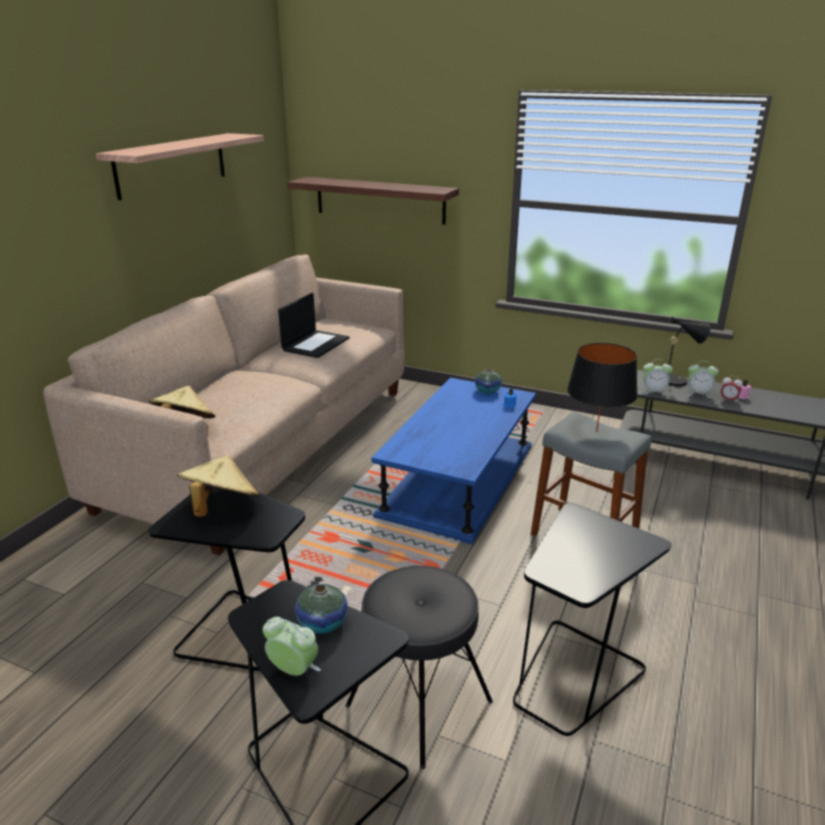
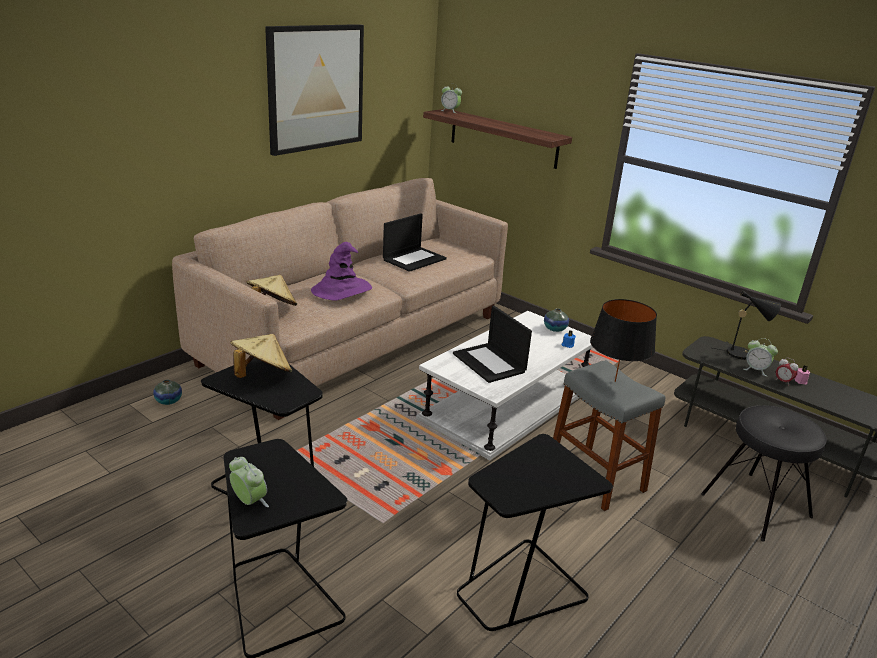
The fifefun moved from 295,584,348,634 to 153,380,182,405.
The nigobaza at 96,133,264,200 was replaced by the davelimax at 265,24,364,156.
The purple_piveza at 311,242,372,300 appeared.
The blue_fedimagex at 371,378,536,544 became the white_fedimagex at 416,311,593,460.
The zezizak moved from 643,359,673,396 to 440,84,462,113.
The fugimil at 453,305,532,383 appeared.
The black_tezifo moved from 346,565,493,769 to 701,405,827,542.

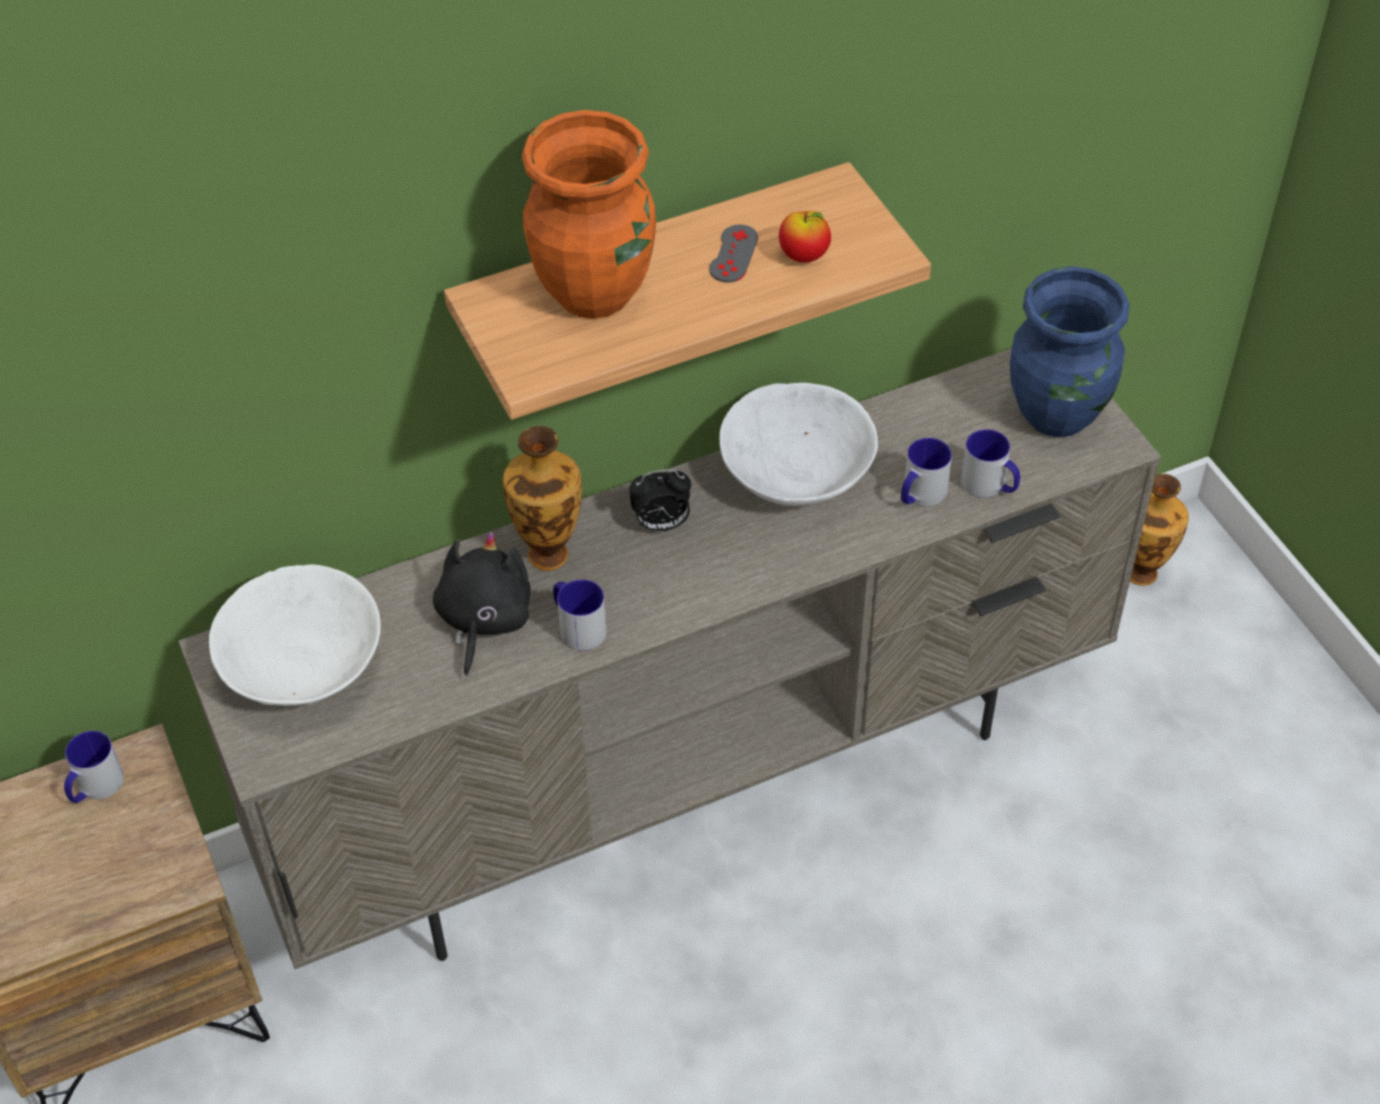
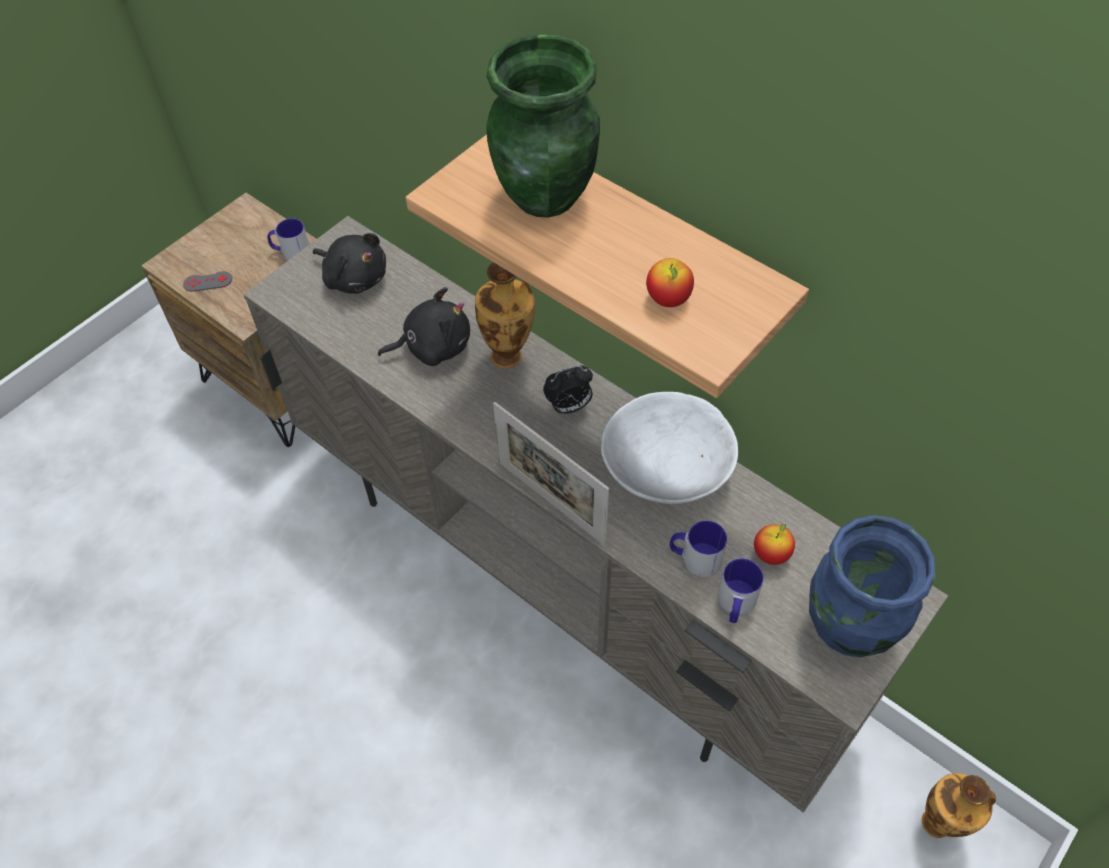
The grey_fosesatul moved from 709,224,758,283 to 183,271,232,292.
The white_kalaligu at 209,565,381,706 was replaced by the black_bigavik at 313,233,386,294.
The orange_fifefun at 522,110,656,319 became the green_fifefun at 486,34,600,218.
The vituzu at 493,402,609,546 appeared.
The zezizak at 629,469,691,531 turned 75 degrees counterclockwise.
The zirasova at 754,523,795,565 appeared.
The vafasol at 553,579,607,651 disappeared.

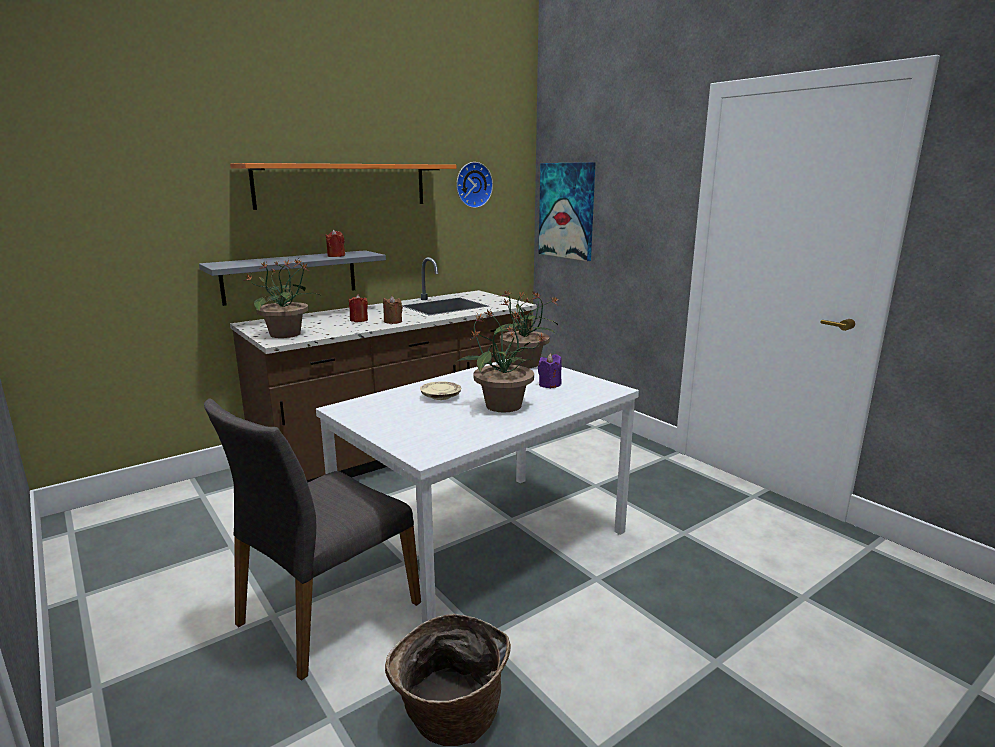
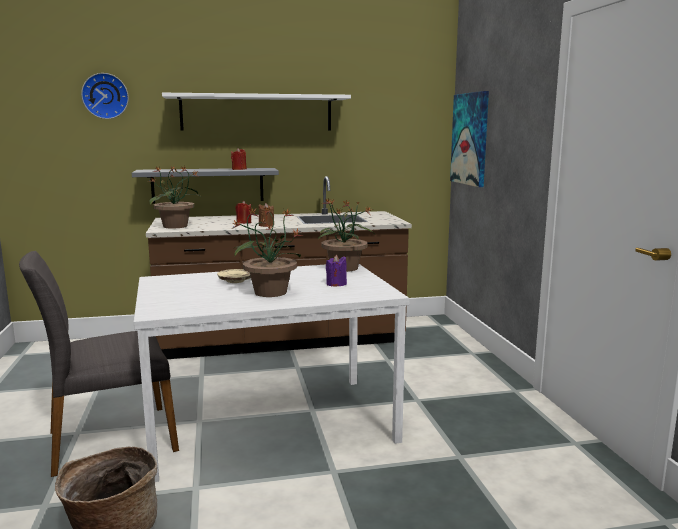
The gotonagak moved from 456,162,493,208 to 81,73,129,119.
The orange_nigobaza at 230,163,456,210 became the white_nigobaza at 162,93,351,130.

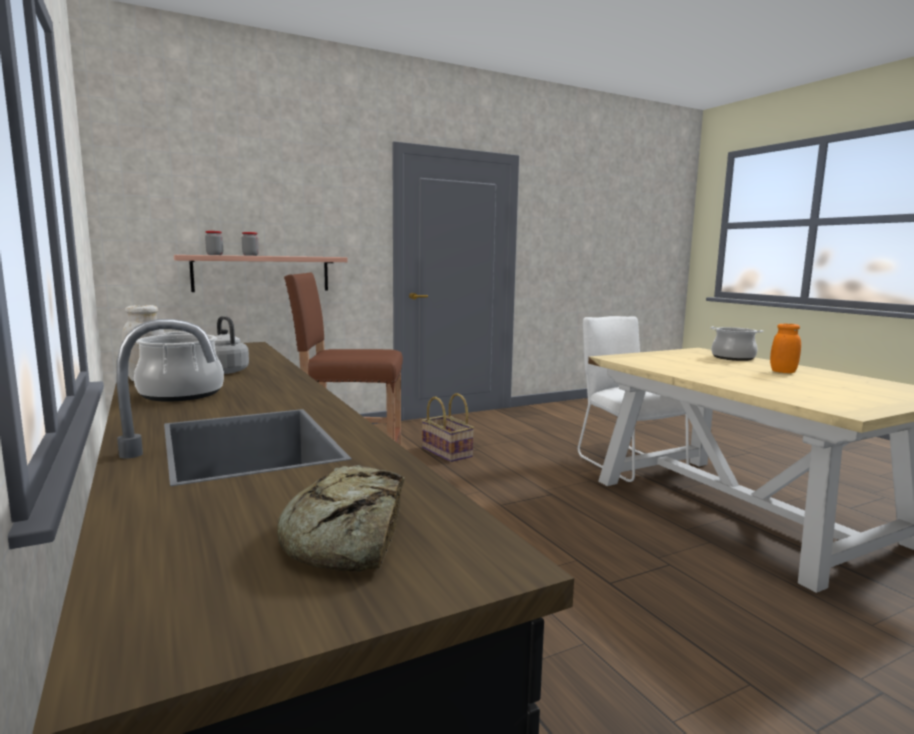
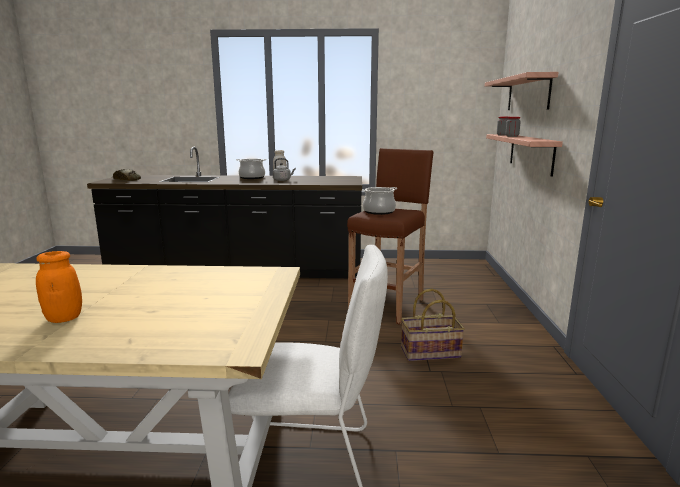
The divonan moved from 710,327,763,361 to 362,187,397,215.
The nigobaza at 485,72,559,110 appeared.

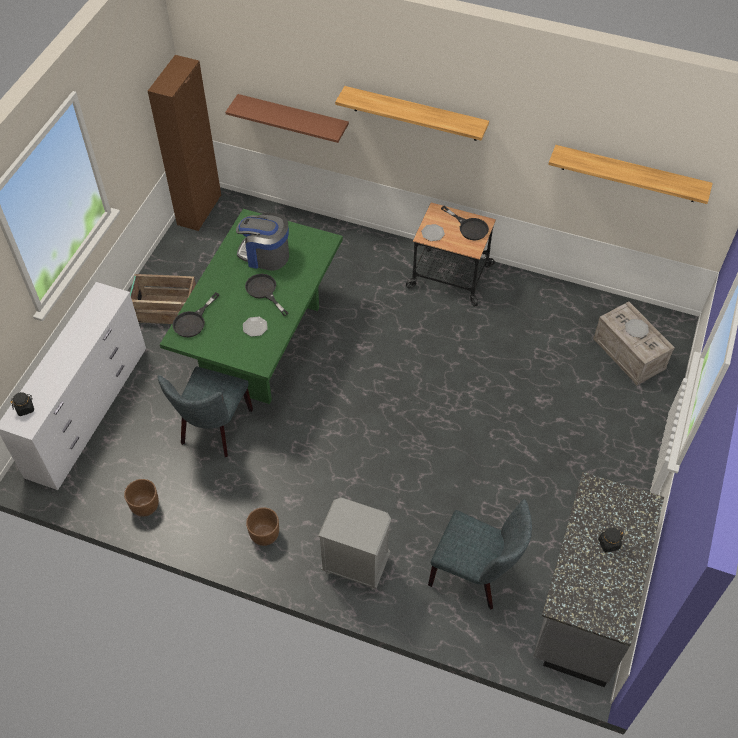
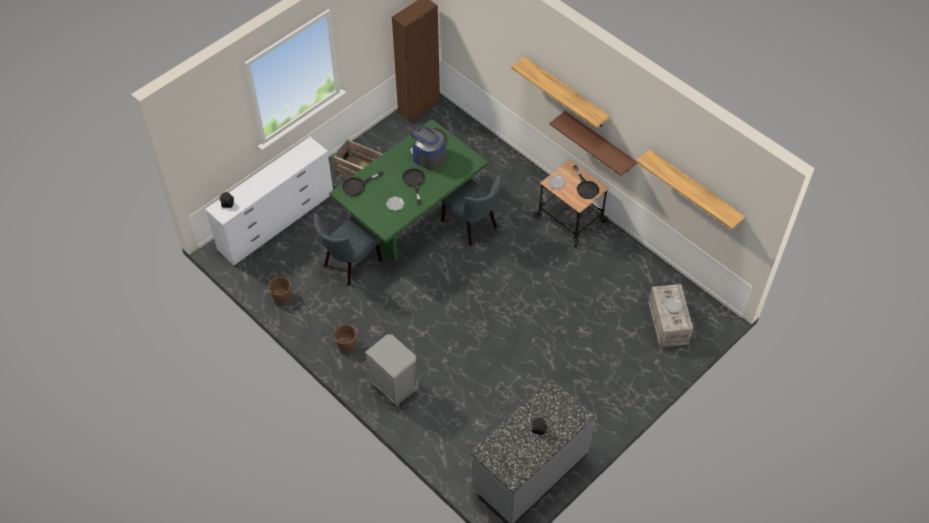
The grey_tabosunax moved from 428,499,532,610 to 441,174,502,246.
The brown_nigobaza moved from 225,94,349,143 to 549,111,637,176.

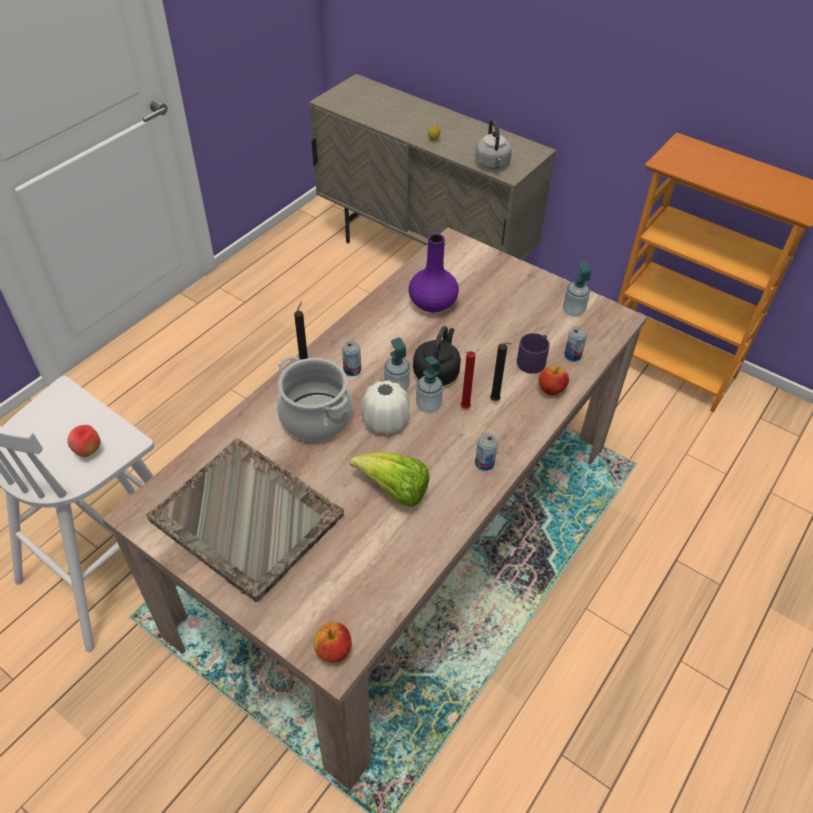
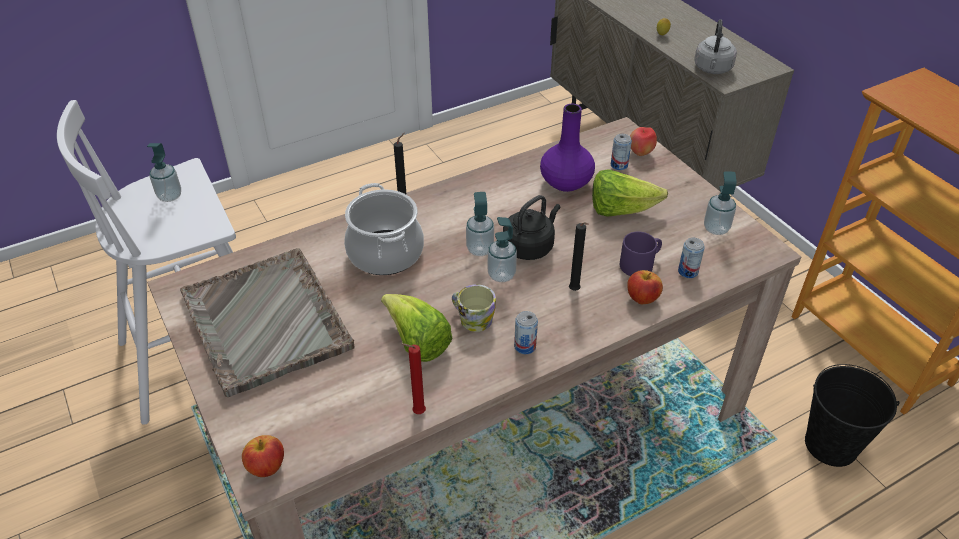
The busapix at 147,143,181,202 appeared.
The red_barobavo moved from 460,351,476,409 to 402,343,426,414.
The vafasol at 452,284,496,332 appeared.
The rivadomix at 592,169,668,217 appeared.
The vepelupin moved from 342,341,361,376 to 611,134,632,170.
The zirasova moved from 67,425,101,457 to 630,127,657,156.
The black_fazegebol at 805,364,900,467 appeared.
The white_fifefun at 361,380,410,434 disappeared.

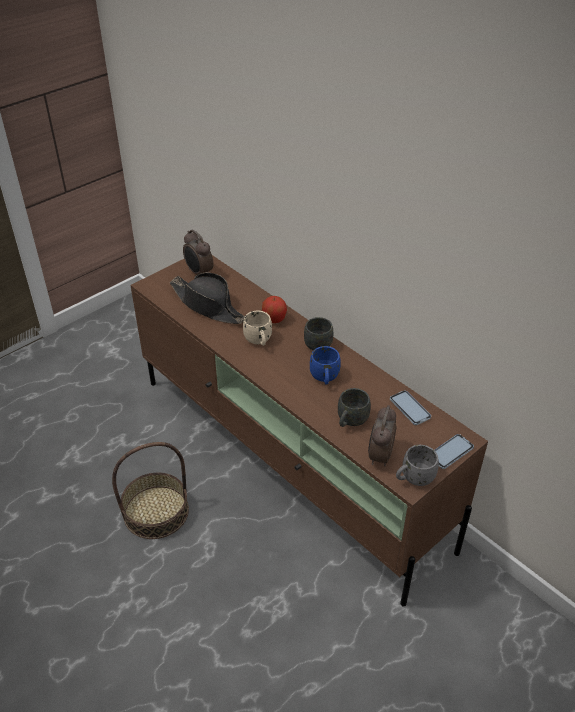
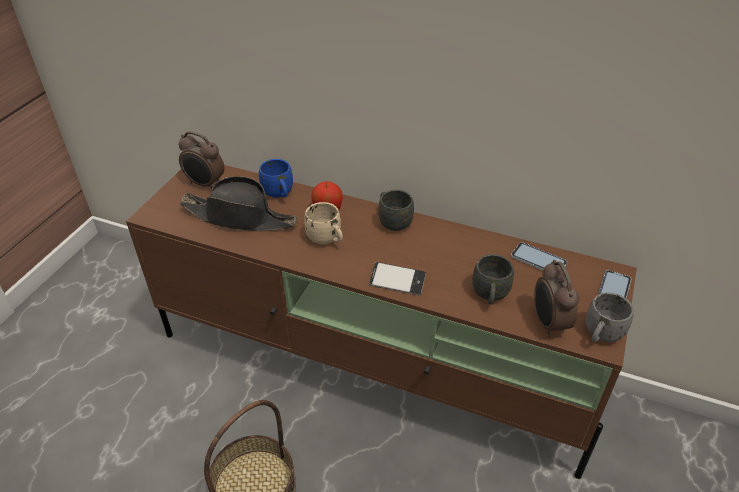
The blue_vafasol moved from 310,346,341,385 to 259,159,293,198.
The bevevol at 369,262,426,295 appeared.

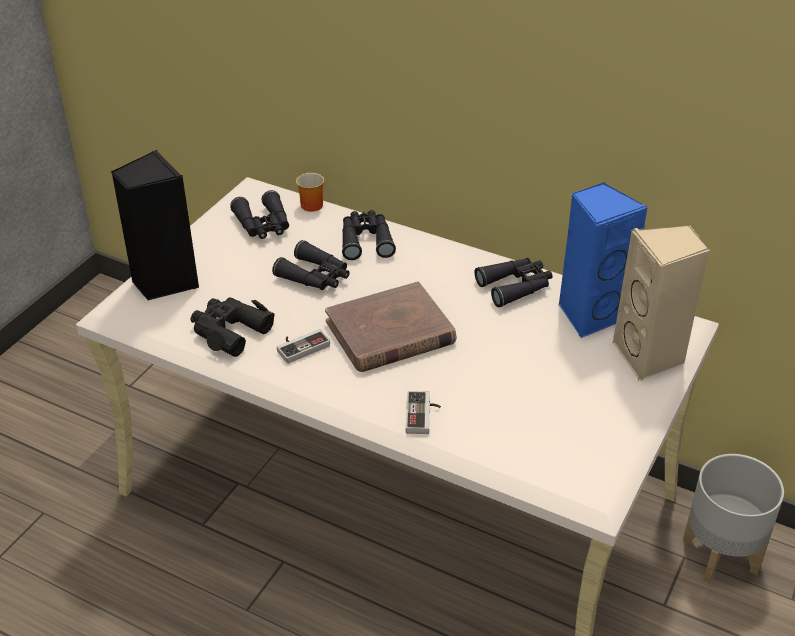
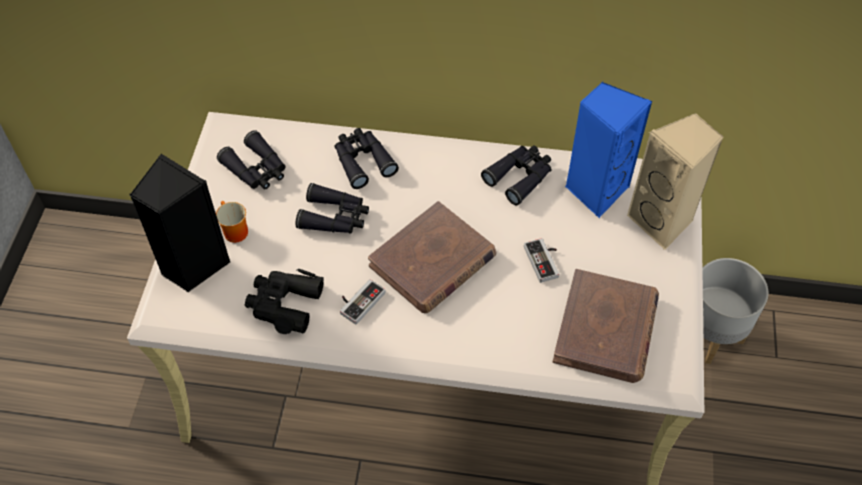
The vafasol moved from 296,173,324,212 to 216,201,248,243.
The fosesatul moved from 406,391,441,434 to 524,238,559,283.
The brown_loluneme at 553,269,659,383 appeared.

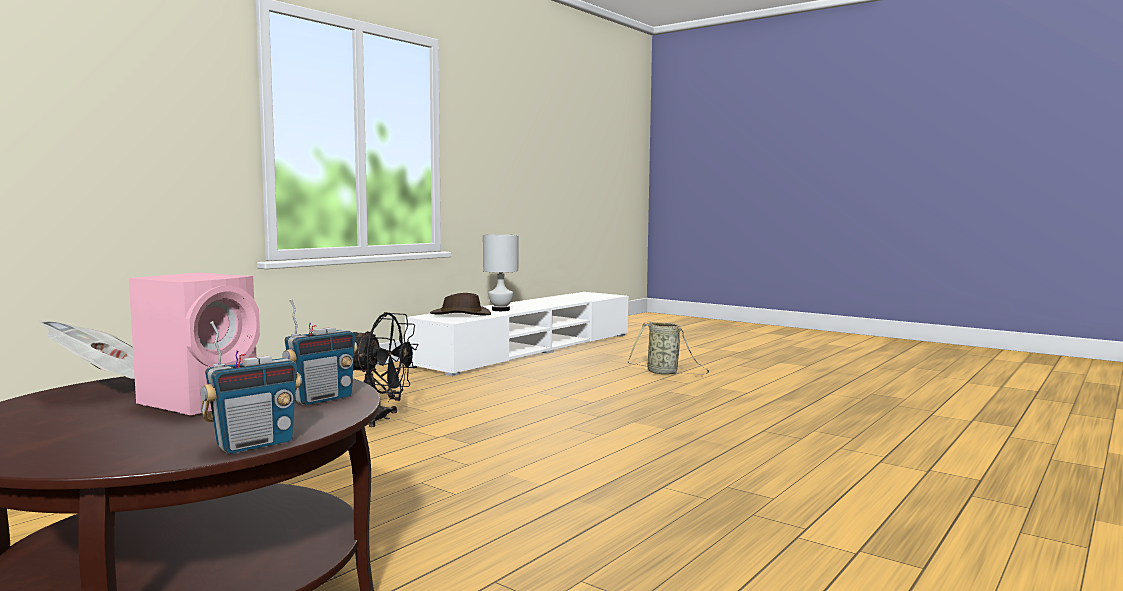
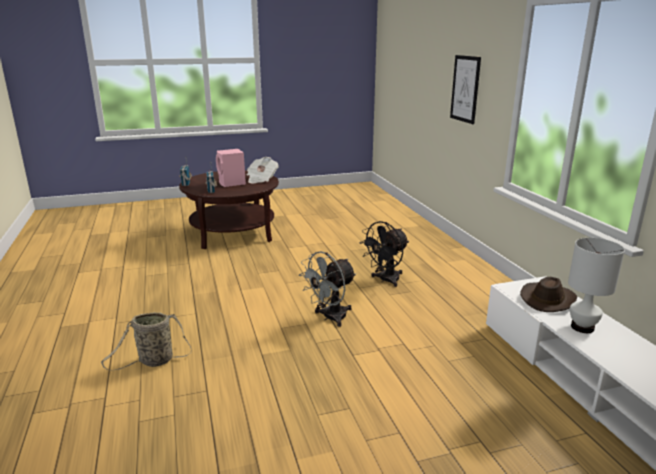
The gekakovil moved from 627,322,709,375 to 101,312,192,370.
The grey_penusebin at 299,251,356,327 appeared.
The davelimax at 450,55,481,124 appeared.

